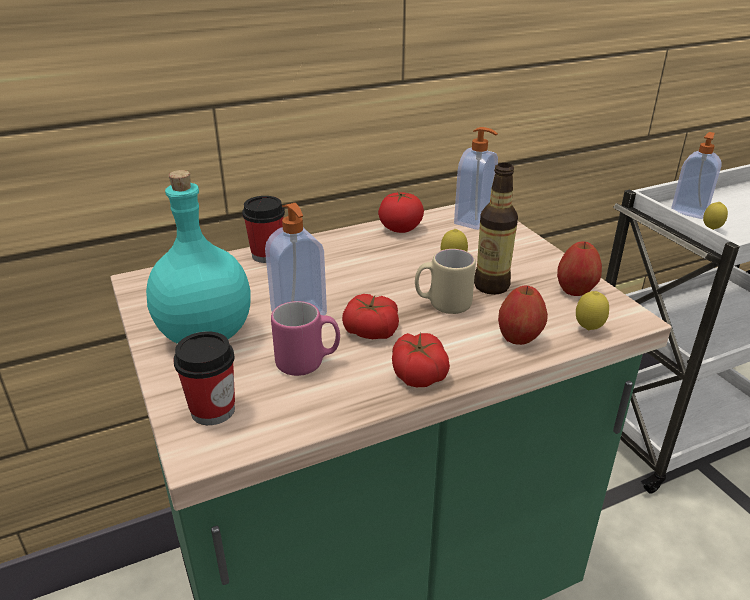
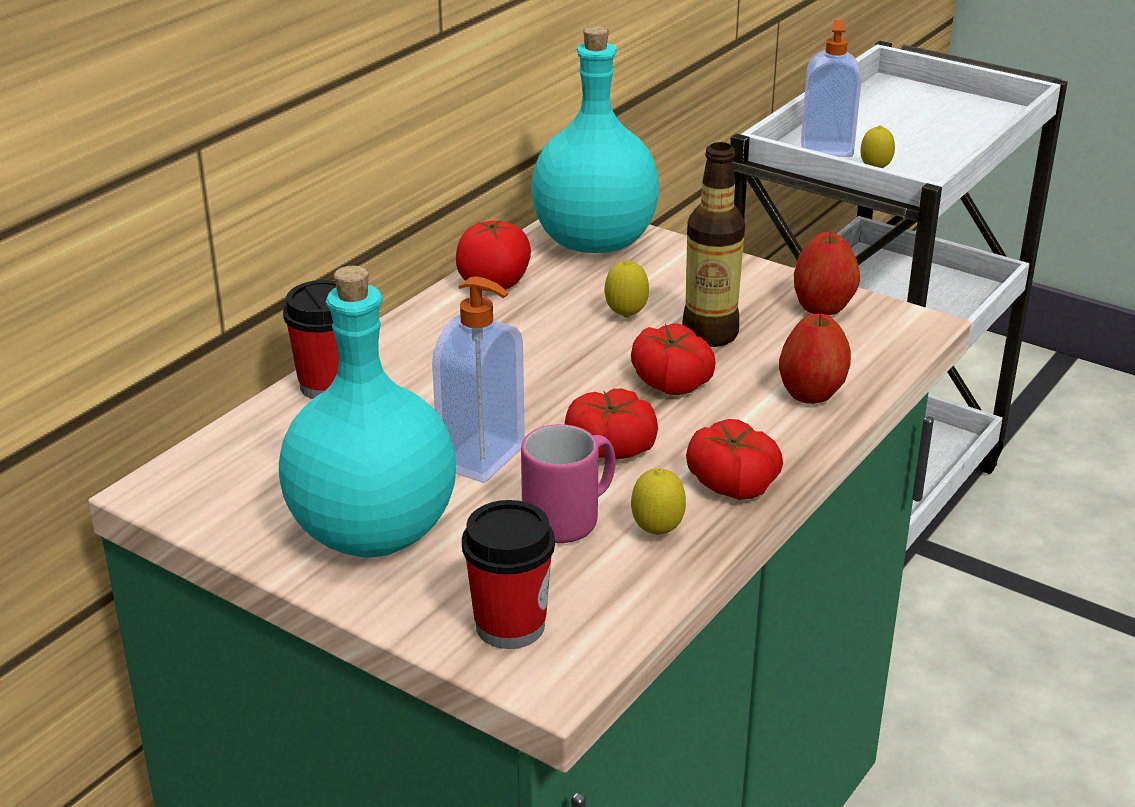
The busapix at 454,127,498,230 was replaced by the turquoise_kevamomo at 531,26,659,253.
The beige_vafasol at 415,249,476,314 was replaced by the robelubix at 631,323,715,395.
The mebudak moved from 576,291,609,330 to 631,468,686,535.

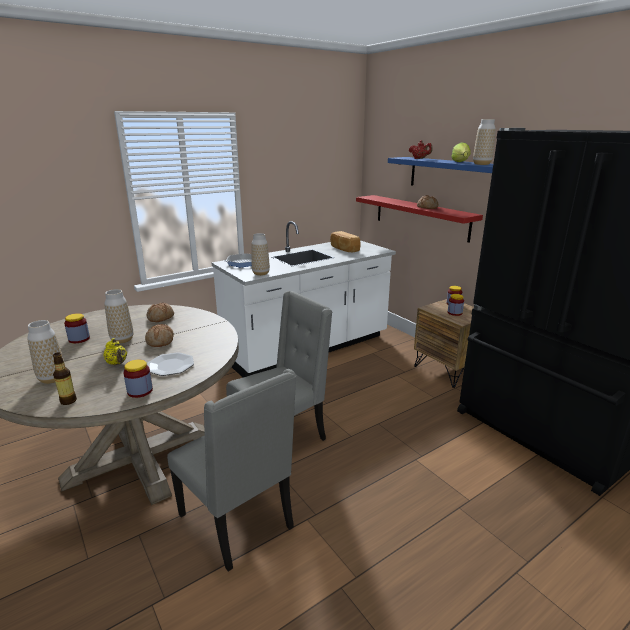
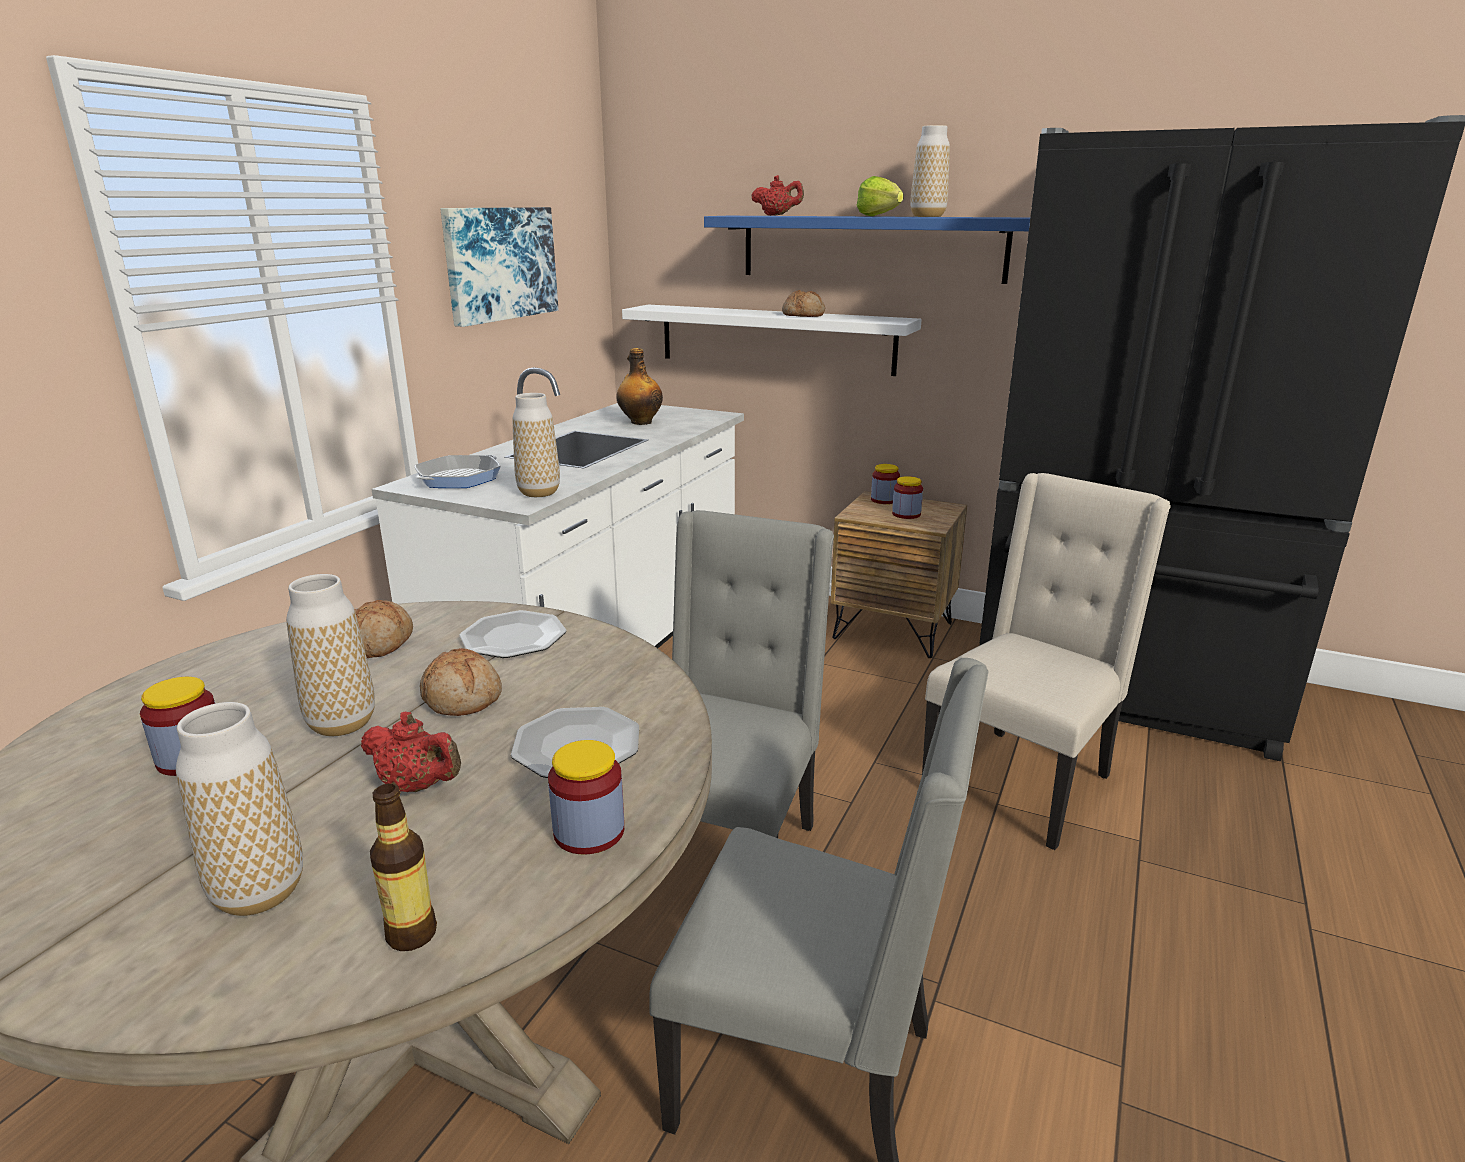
The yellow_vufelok at 103,338,127,365 became the red_vufelok at 361,712,461,792.
The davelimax at 440,207,558,327 appeared.
The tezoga at 459,610,566,658 appeared.
The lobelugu at 330,231,361,252 was replaced by the kevamomo at 616,348,663,425.
The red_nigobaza at 356,195,483,243 became the white_nigobaza at 622,305,922,376.
The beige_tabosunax at 922,473,1171,850 appeared.

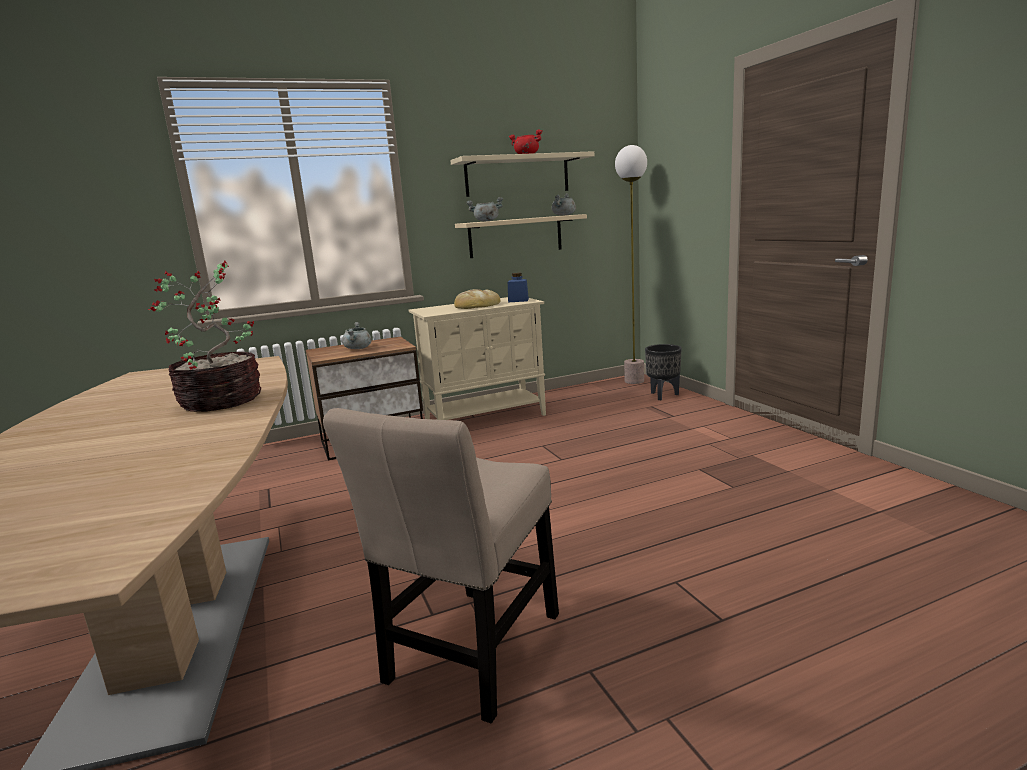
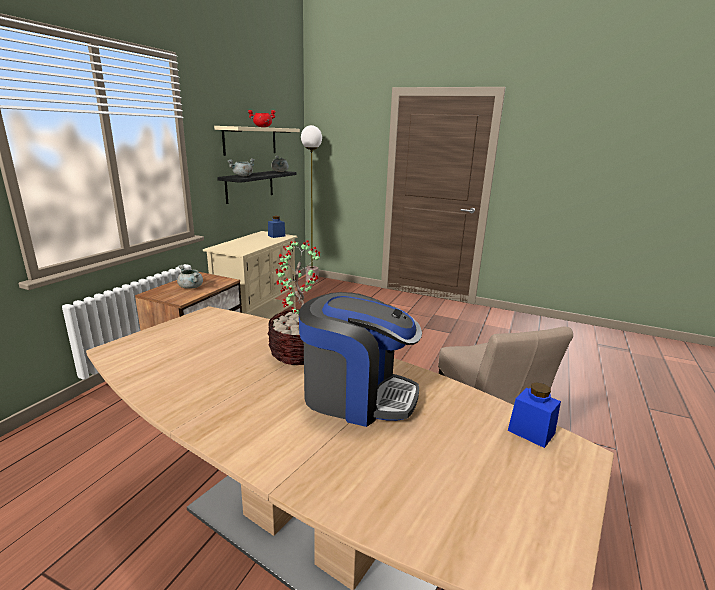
The beige_nigobaza at 455,214,587,258 became the black_nigobaza at 217,171,297,204.
The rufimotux at 299,292,422,427 appeared.
The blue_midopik at 508,382,561,448 appeared.
The lobelugu at 454,289,500,309 disappeared.
The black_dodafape at 645,344,682,400 disappeared.

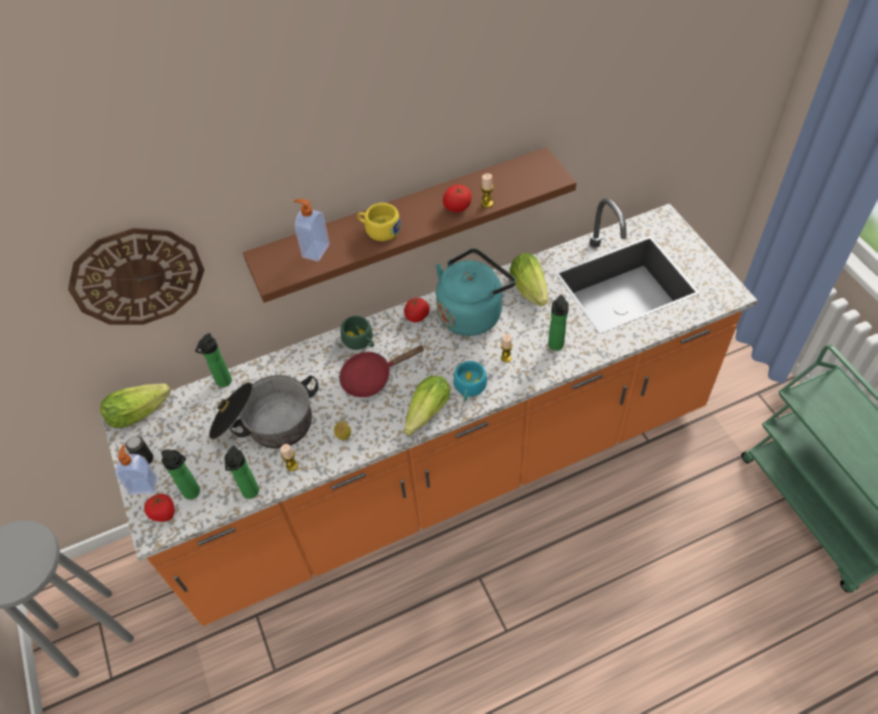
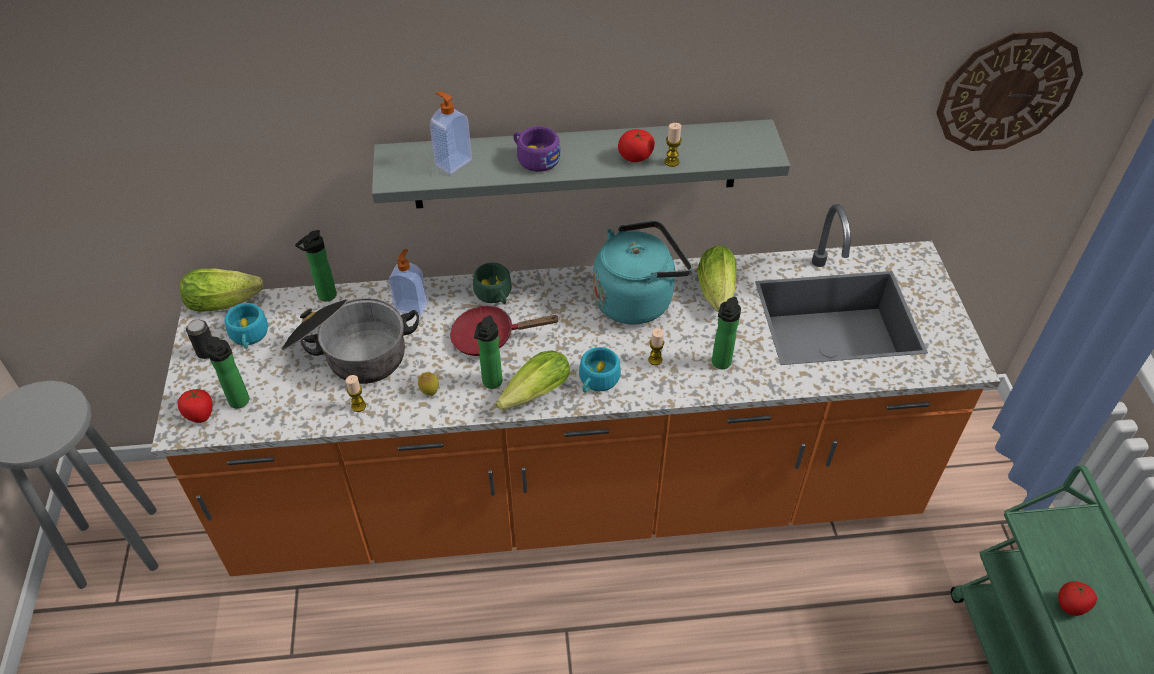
The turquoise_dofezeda at 224,303,268,349 appeared.
The brown_nigobaza at 243,147,576,303 became the grey_nigobaza at 372,119,790,209.
The busapix moved from 116,445,157,495 to 389,249,427,316.
The kevamomo moved from 224,446,259,499 to 474,315,502,389.
The yellow_dofezeda at 357,203,401,241 became the purple_dofezeda at 513,126,561,172.
The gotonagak moved from 68,228,204,325 to 936,31,1083,151.
The robelubix moved from 404,298,430,322 to 1058,581,1097,616.

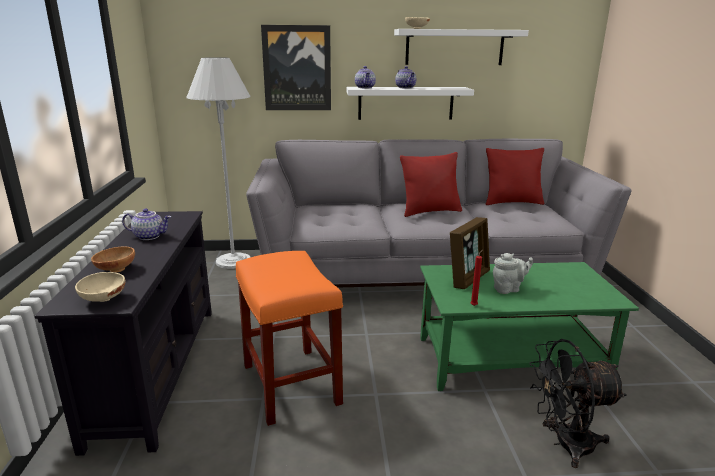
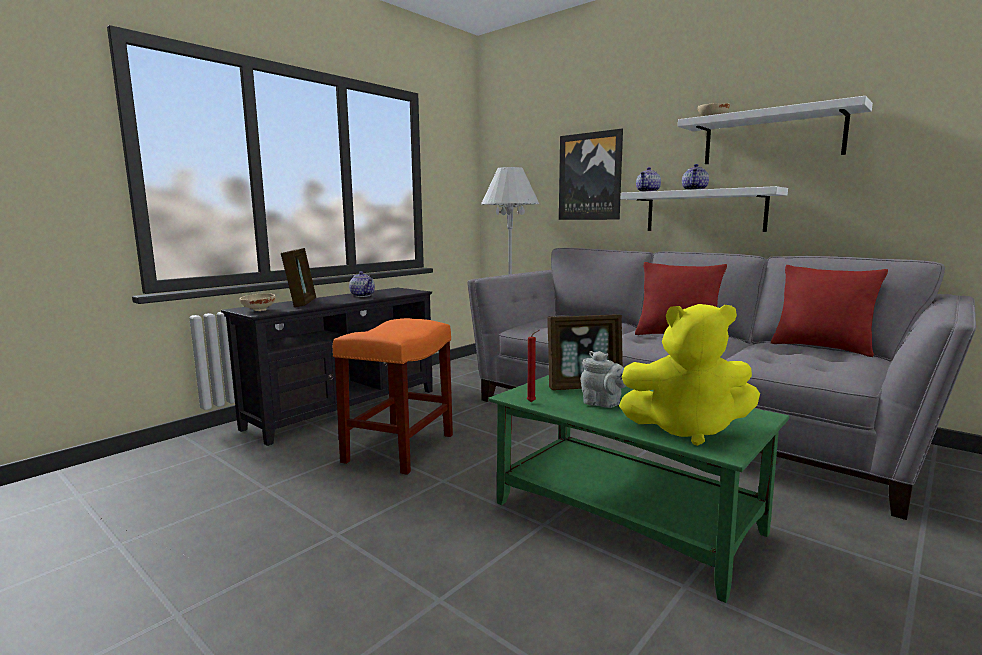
The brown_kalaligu at 91,247,135,272 was replaced by the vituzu at 281,248,316,307.
The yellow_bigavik at 619,304,760,446 appeared.
The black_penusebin at 529,339,627,468 disappeared.

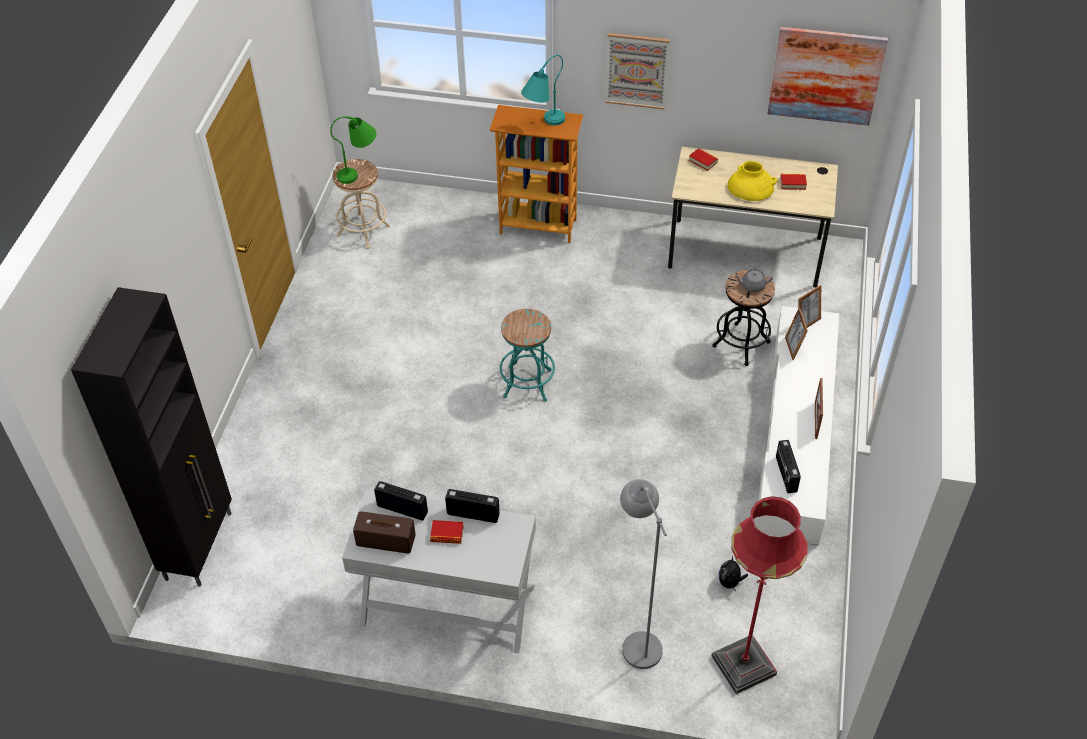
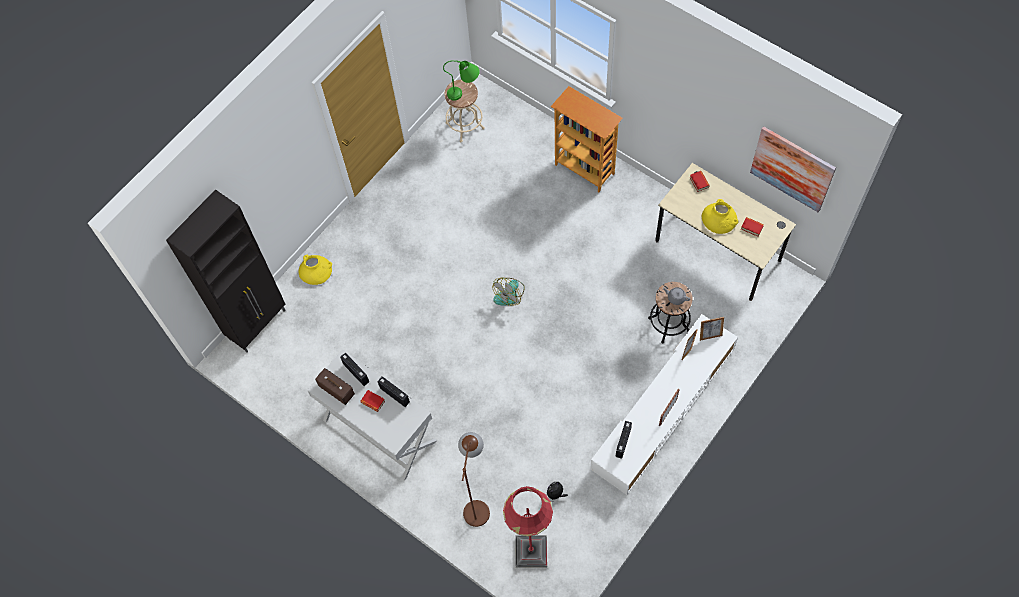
The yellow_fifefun at 298,255,332,285 appeared.
The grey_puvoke at 620,479,667,669 became the brown_puvoke at 458,432,490,527.
The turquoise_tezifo at 500,309,555,402 was replaced by the penusebin at 493,278,525,306.
The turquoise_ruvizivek at 521,55,565,125 disappeared.
The davelimax at 605,33,670,109 disappeared.

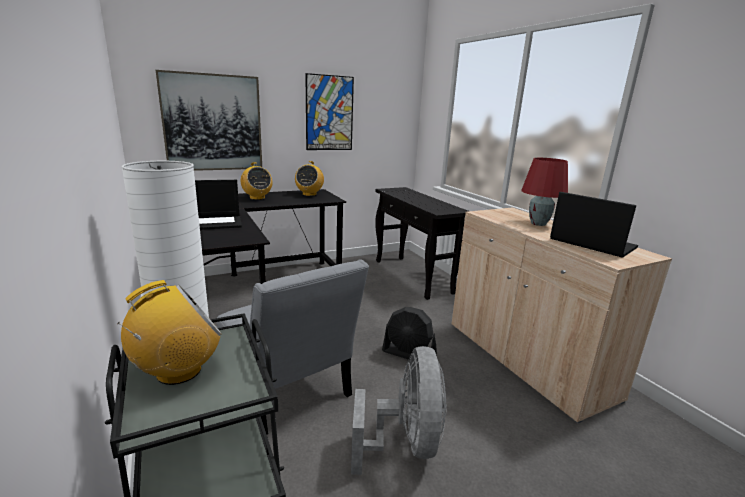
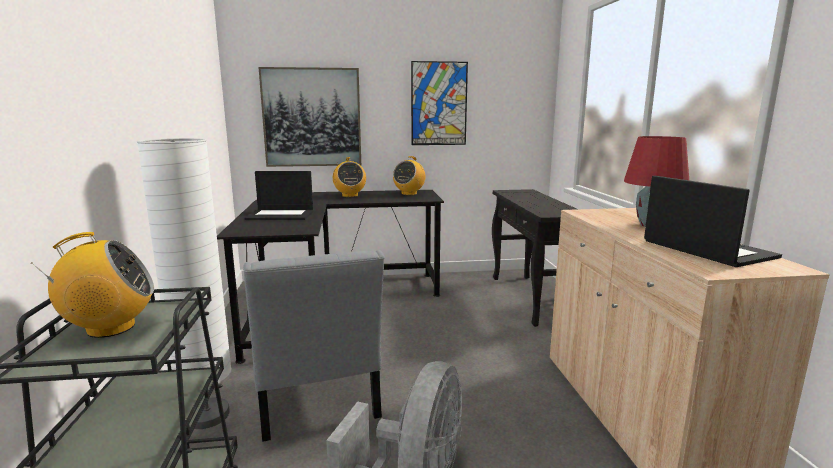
The black_penusebin at 382,307,437,360 disappeared.

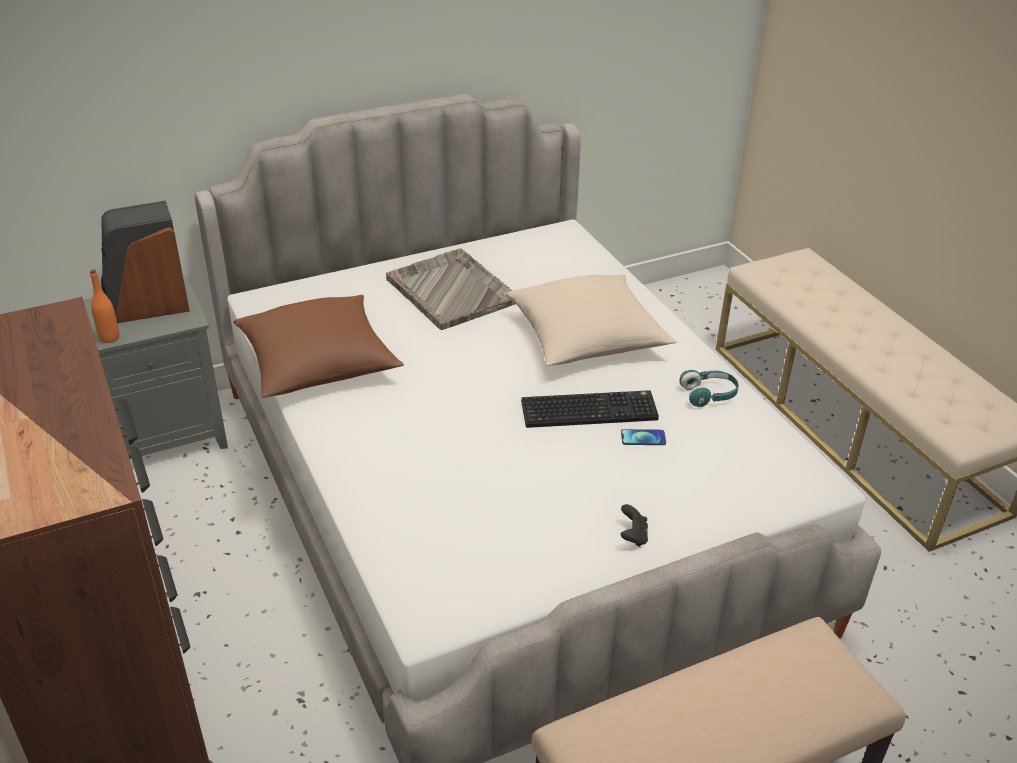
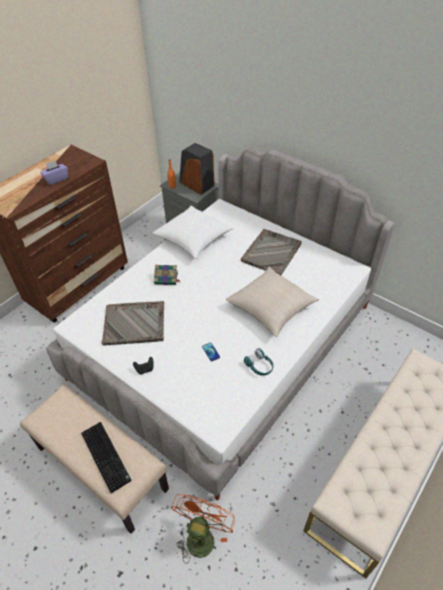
The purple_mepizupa at 40,160,68,185 appeared.
The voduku moved from 521,390,659,428 to 81,422,132,493.
The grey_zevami at 102,301,164,346 appeared.
The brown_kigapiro at 233,295,404,398 became the white_kigapiro at 153,206,234,259.
The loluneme at 154,265,180,285 appeared.
The orange_penusebin at 171,494,235,564 appeared.

